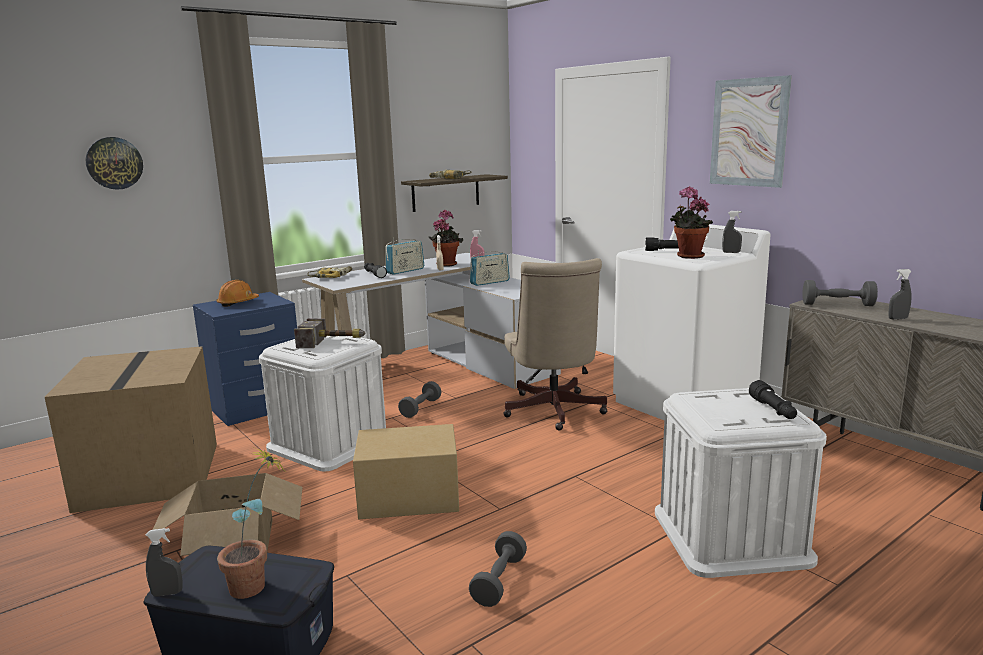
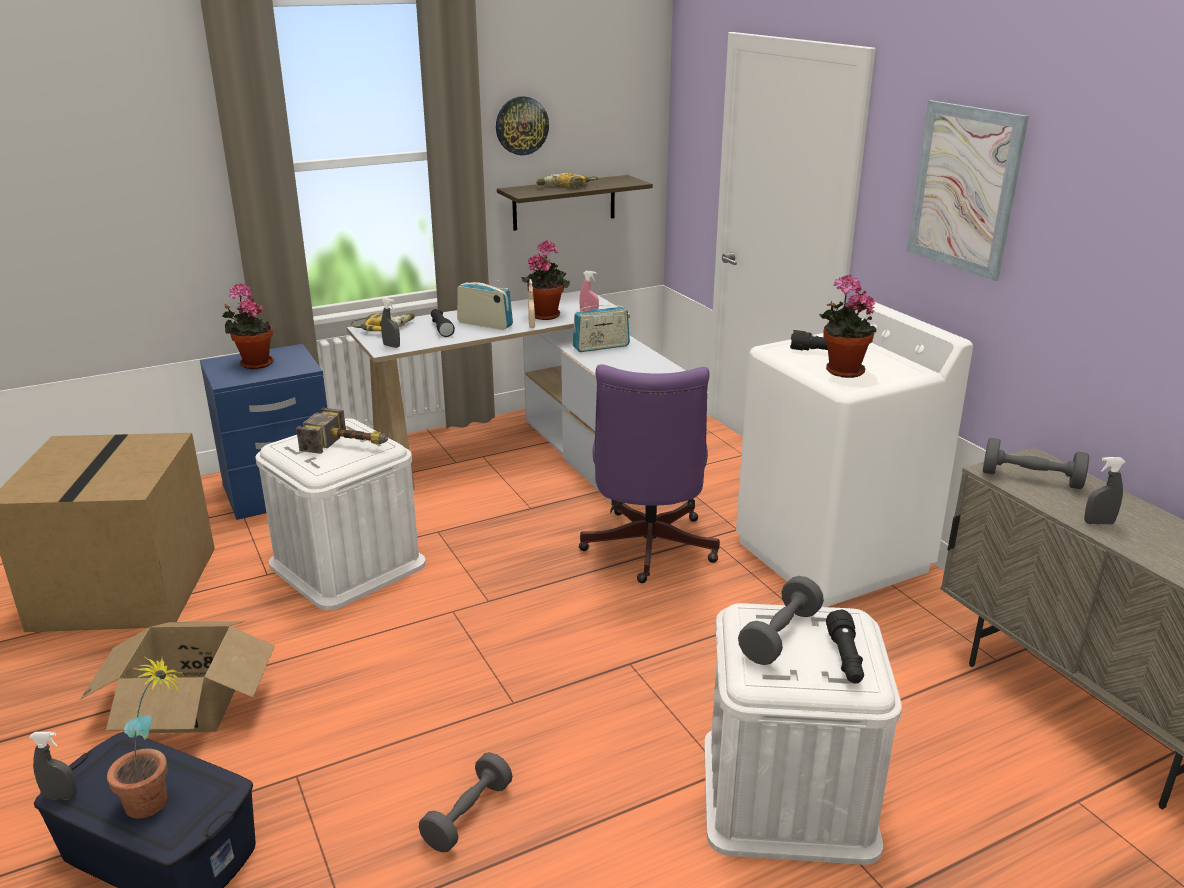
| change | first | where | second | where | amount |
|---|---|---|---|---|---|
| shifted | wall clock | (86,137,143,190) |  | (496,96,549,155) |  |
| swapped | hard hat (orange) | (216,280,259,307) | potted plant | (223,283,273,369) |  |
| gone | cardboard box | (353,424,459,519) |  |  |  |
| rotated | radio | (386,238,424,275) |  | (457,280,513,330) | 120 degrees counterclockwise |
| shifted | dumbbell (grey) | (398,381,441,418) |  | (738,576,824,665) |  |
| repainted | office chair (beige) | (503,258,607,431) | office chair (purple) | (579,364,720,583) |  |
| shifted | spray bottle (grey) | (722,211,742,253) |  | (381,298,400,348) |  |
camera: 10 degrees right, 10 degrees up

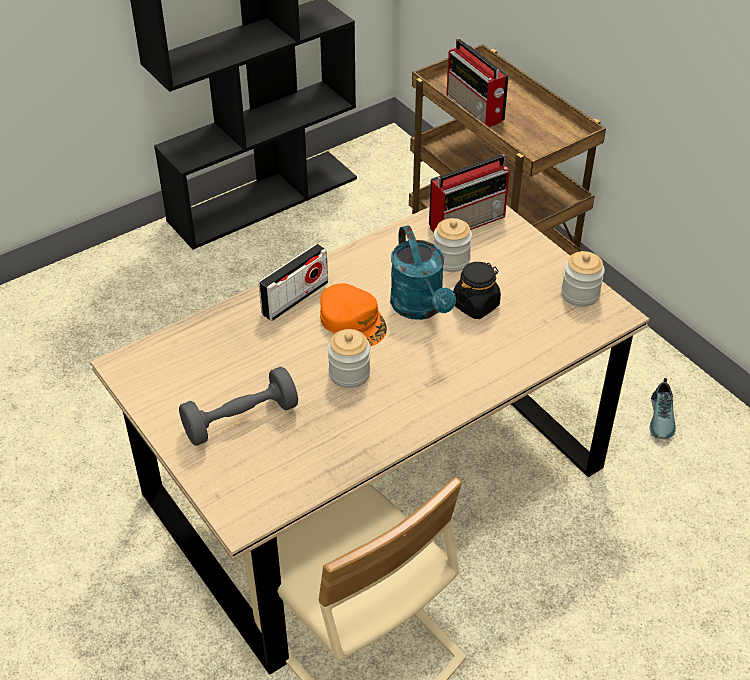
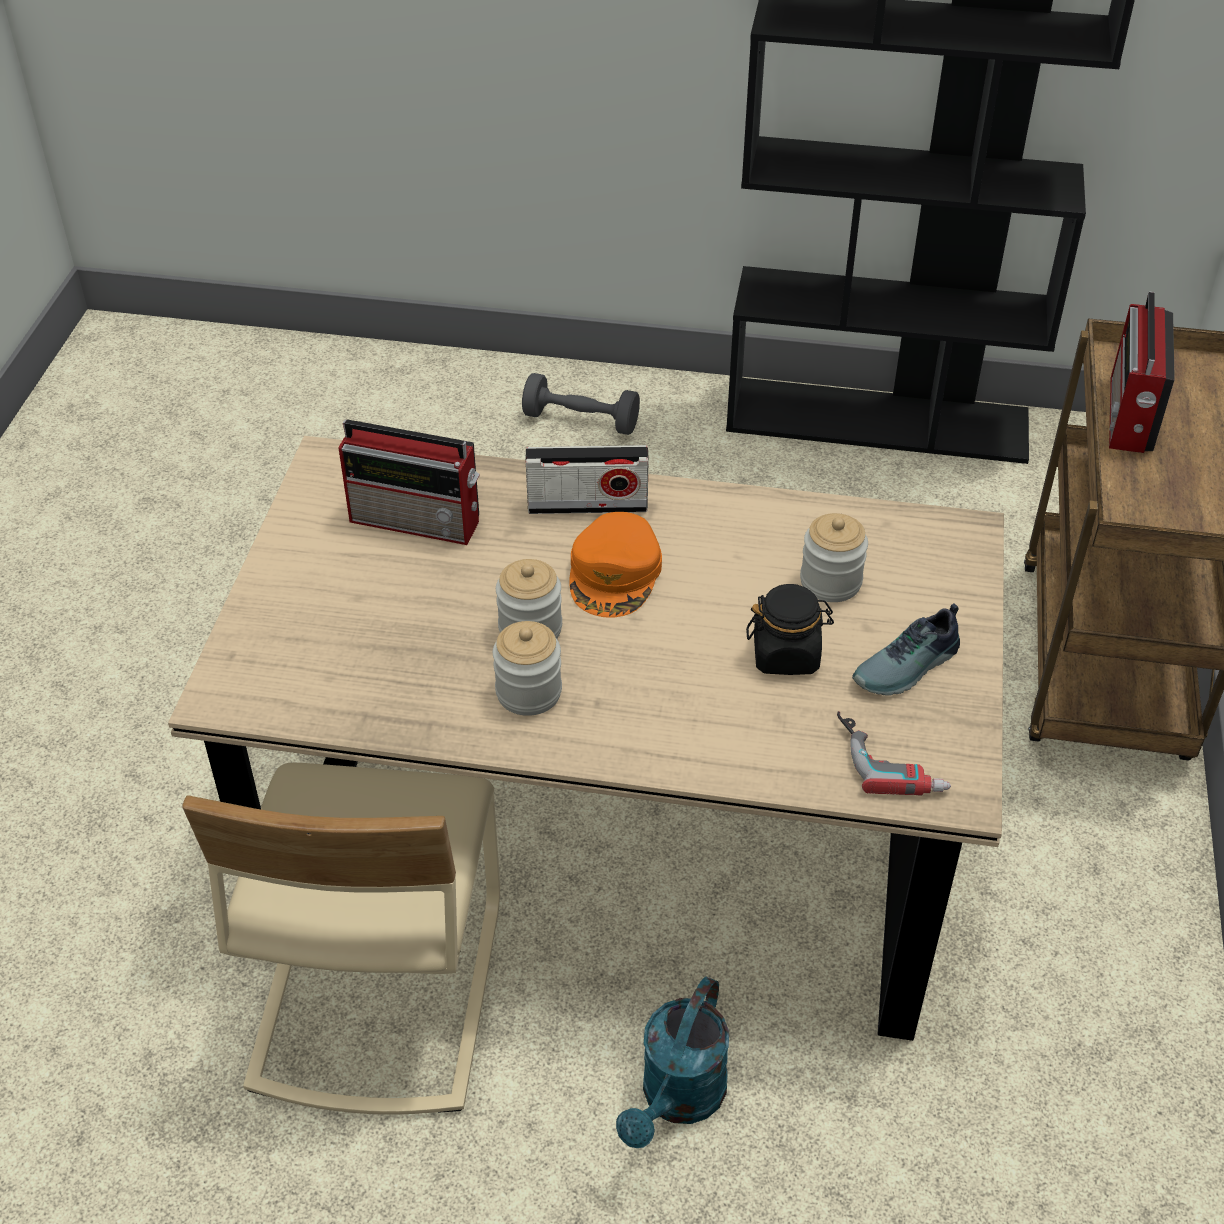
| change | first | where | second | where | amount |
|---|---|---|---|---|---|
| shifted | dumbbell (grey) | (179,366,298,446) |  | (522,373,640,435) |  |
| shifted | watering can (turquoise) | (390,226,456,320) |  | (616,976,729,1148) |  |
| shifted | radio | (429,154,510,233) |  | (339,419,480,545) |  |
| shifted | jar | (561,251,605,307) |  | (493,621,562,716) |  |
| shifted | shoe | (649,378,676,439) |  | (852,603,960,696) |  |
| new |  |  | power drill | (837,711,951,795) |  |
camera: 45 degrees right, 0 degrees up

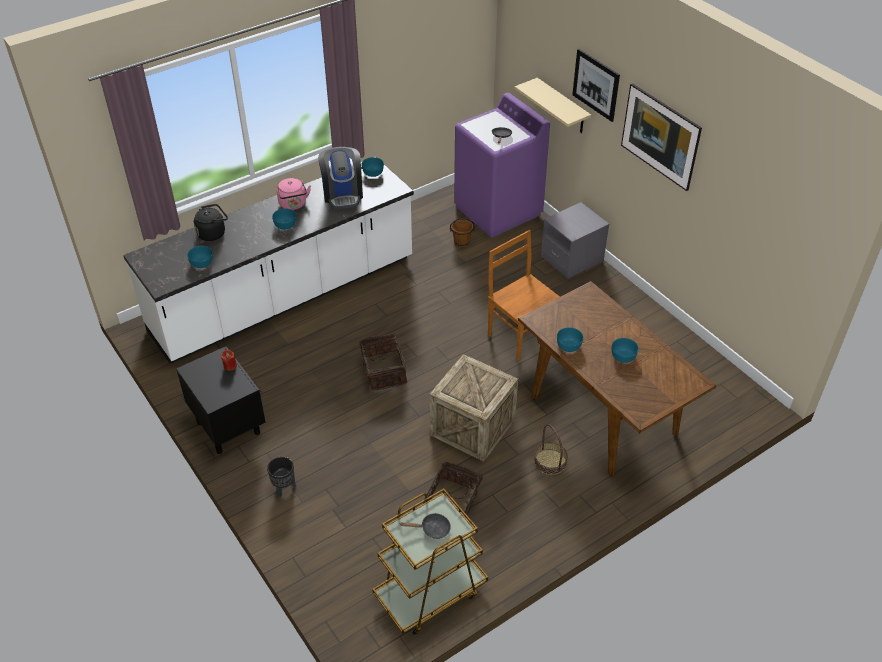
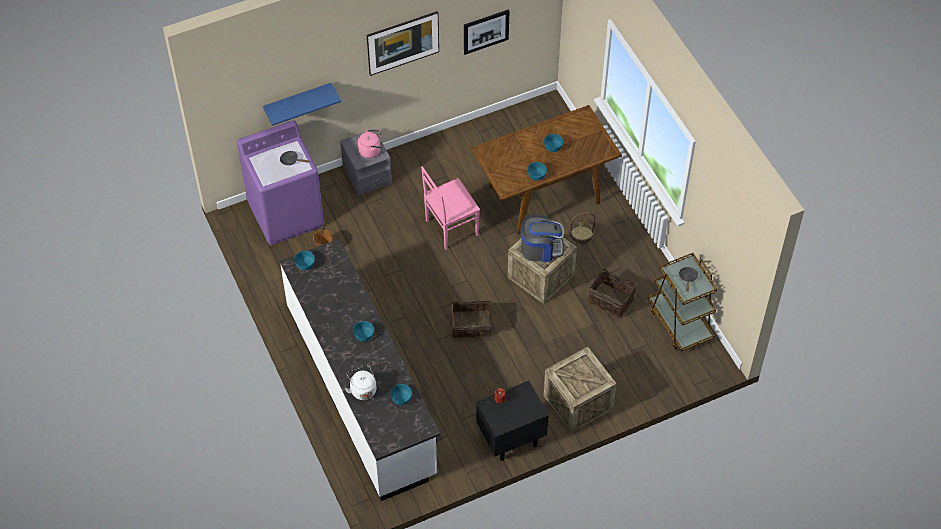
| change | first | where | second | where | amount |
|---|---|---|---|---|---|
| repainted | kettle (black) | (194,204,228,241) | kettle (white) | (345,365,377,400) |  |
| swapped | planter (black) | (267,457,296,497) | crate | (543,347,617,433) |  |
| shifted | kettle (pink) | (277,178,311,210) |  | (357,130,382,158) |  |
| shifted | coffee machine | (318,147,363,209) |  | (520,215,564,262) |  |
| repainted | chair (brown) | (488,230,560,361) | chair (pink) | (421,166,480,250) |  |
| repainted | shelf (beige) | (514,78,591,133) | shelf (blue) | (263,83,341,126) |  |
| shifted | picture | (572,49,620,122) |  | (464,9,509,55) |  |
camera: 80 degrees left, 10 degrees up

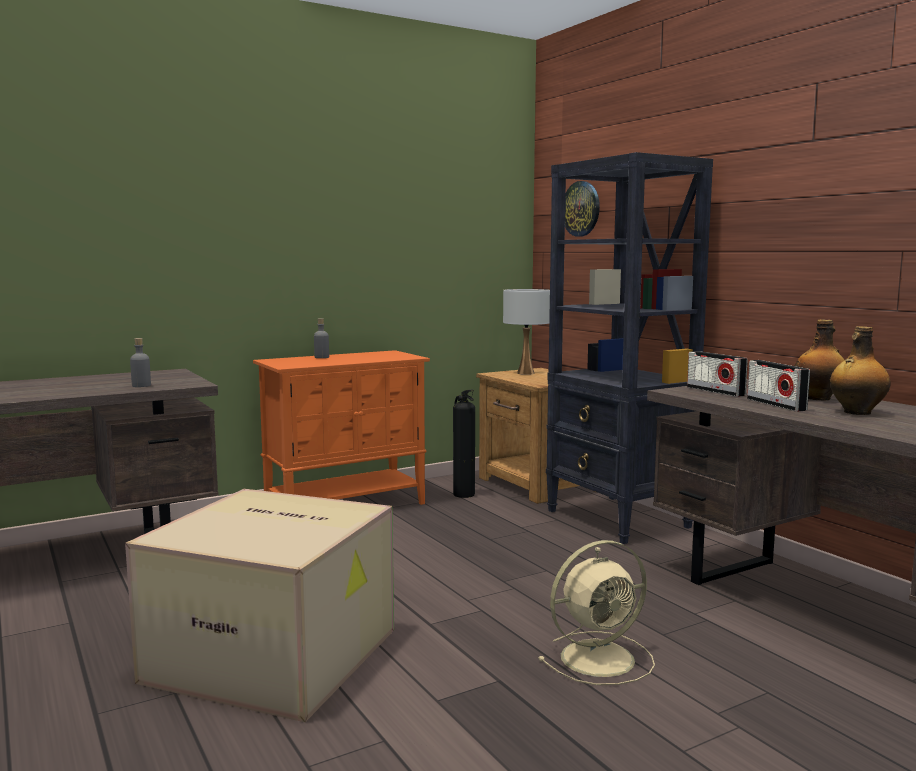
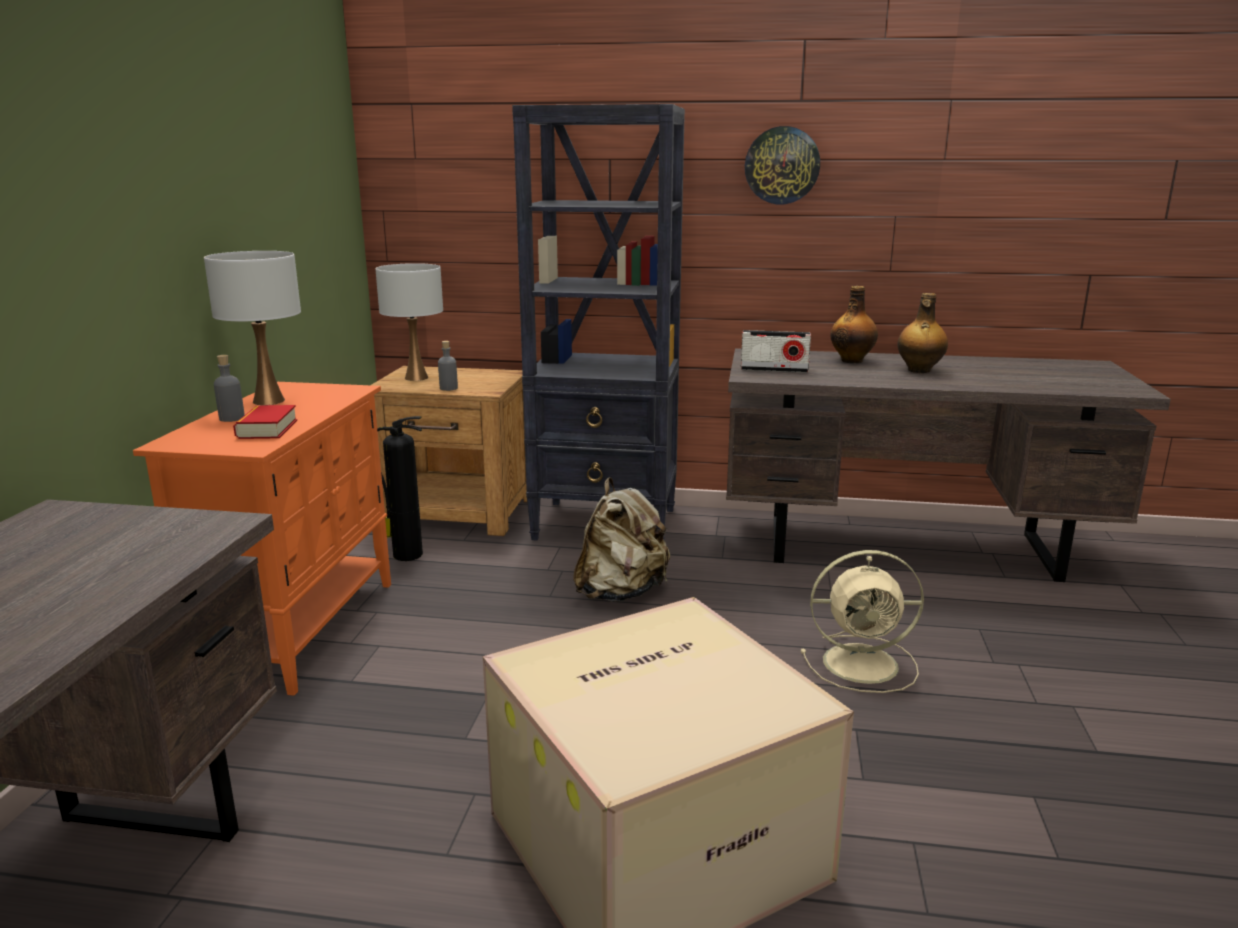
| change | first | where | second | where | amount |
|---|---|---|---|---|---|
| shifted | bottle (grey) | (130,338,151,387) |  | (438,341,458,391) |  |
| rotated | fan (beige) | (538,540,655,685) |  | (801,550,924,693) | 75 degrees clockwise |
| shifted | wall clock | (565,181,600,237) |  | (745,126,820,204) |  |
| gone | radio | (747,360,810,411) |  |  |  |
| new |  |  | table lamp (white) | (204,251,301,405) |  |
| new |  |  | book | (233,405,297,439) |  |
| new |  |  | backpack (beige) | (573,477,670,601) |  |
camera: 50 degrees left, 10 degrees up

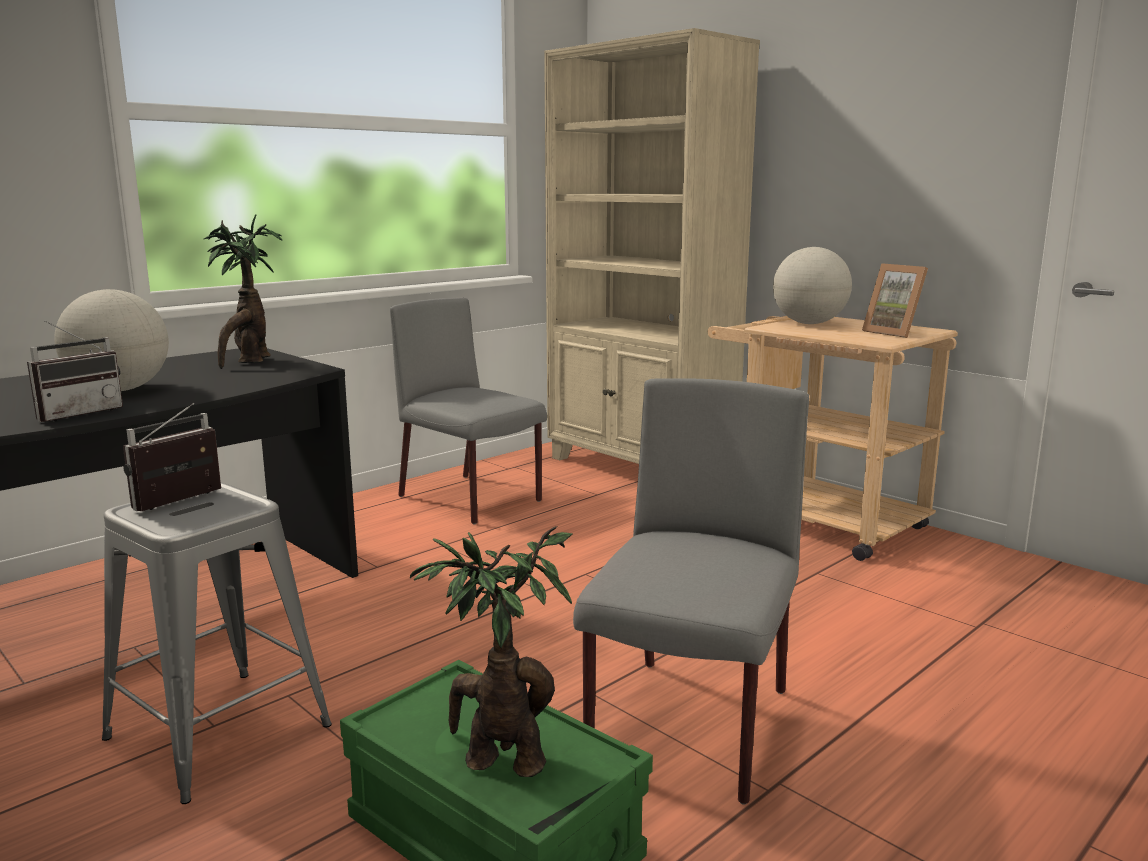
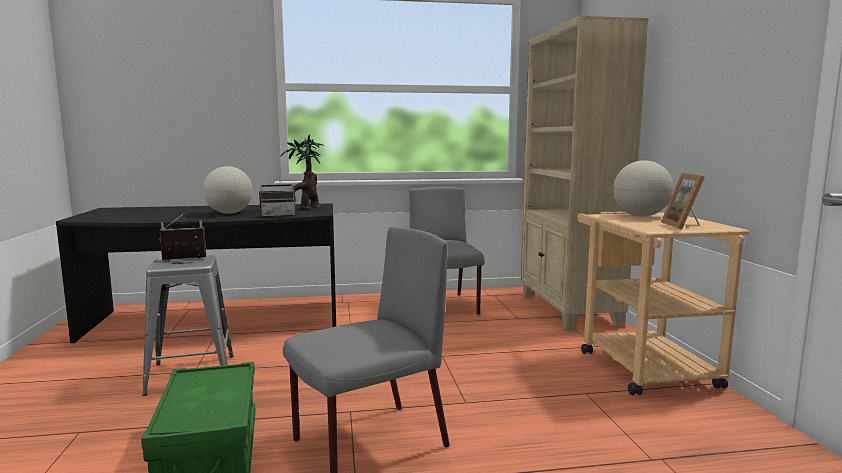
| change | first | where | second | where | amount |
|---|---|---|---|---|---|
| shifted | radio | (27,321,123,422) |  | (259,175,296,217) |  |
| gone | potted plant | (410,526,573,777) |  |  |  |
camera: 35 degrees right, 5 degrees down

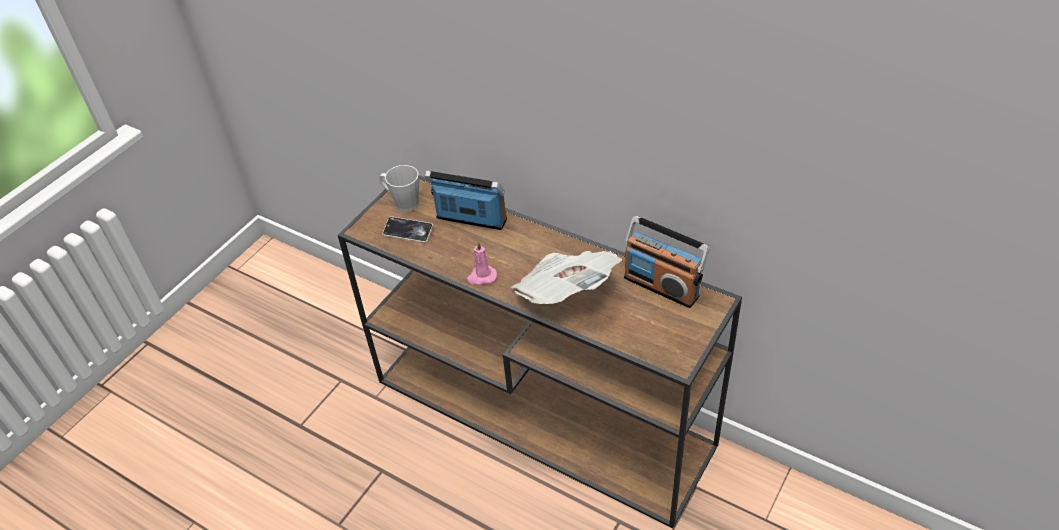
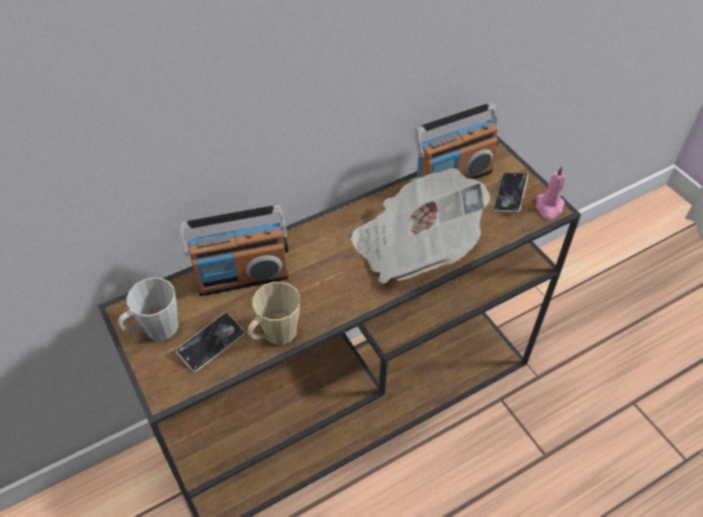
| change | first | where | second | where | amount |
|---|---|---|---|---|---|
| rotated | radio | (424,170,507,230) |  | (179,205,289,296) | 150 degrees counterclockwise |
| shifted | candle (pink) | (466,241,497,285) |  | (536,166,565,220) |  |
| new |  |  | mug (beige) | (248,282,300,345) |  |
| new |  |  | phone | (493,173,528,213) |  |
camera: 65 degrees left, 5 degrees up

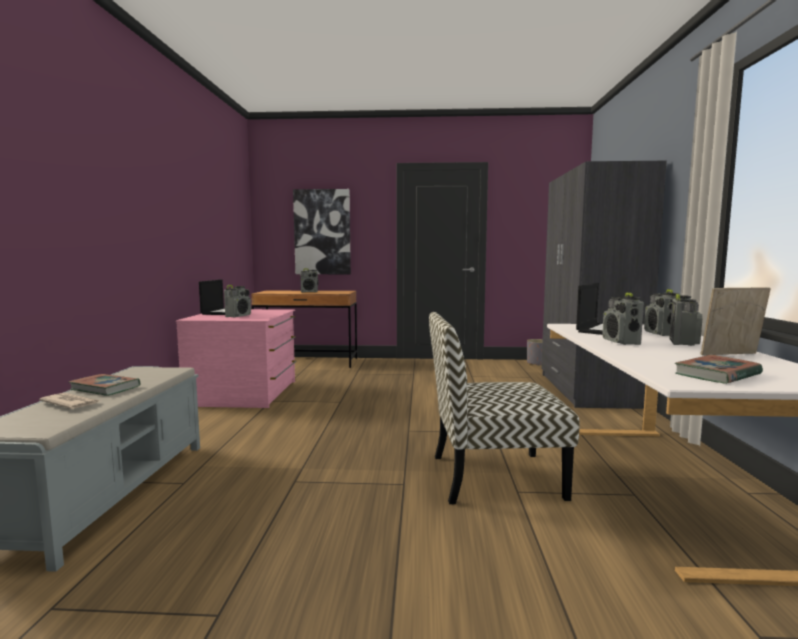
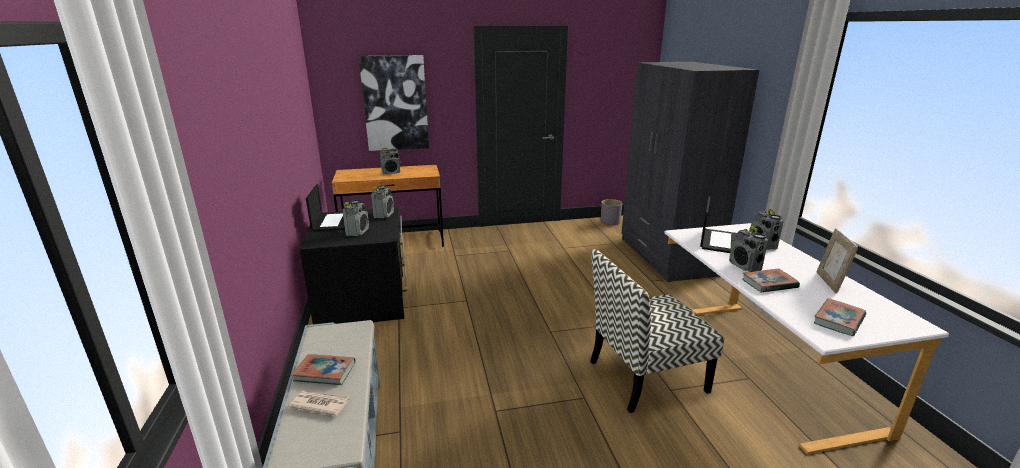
| change | first | where | second | where | amount |
|---|---|---|---|---|---|
| repainted | dresser (pink) | (176,309,297,408) | dresser (black) | (299,207,407,324) |  |
| shifted | radio | (669,294,702,346) |  | (371,185,394,218) |  |
| rotated | picture frame | (701,287,771,355) |  | (817,228,858,294) | 60 degrees counterclockwise |
| new |  |  | book | (742,268,800,292) |  |
camera: 15 degrees left, 15 degrees up

